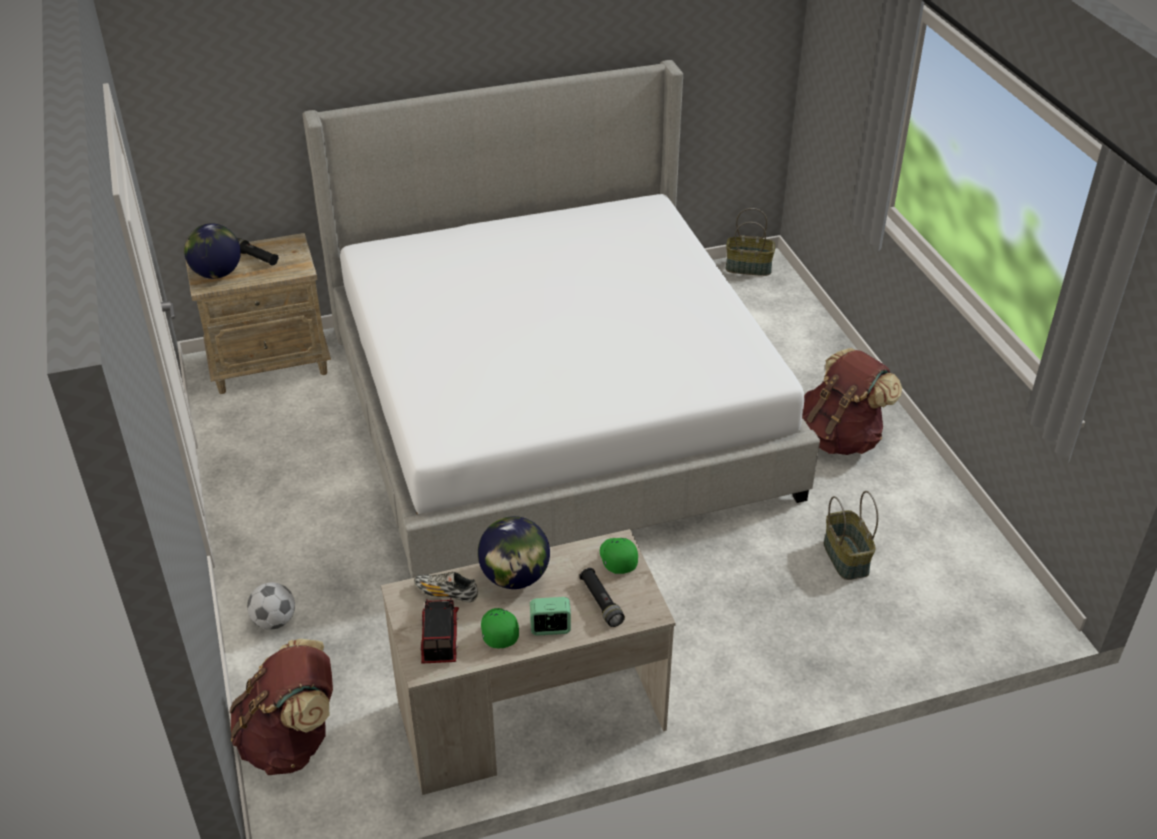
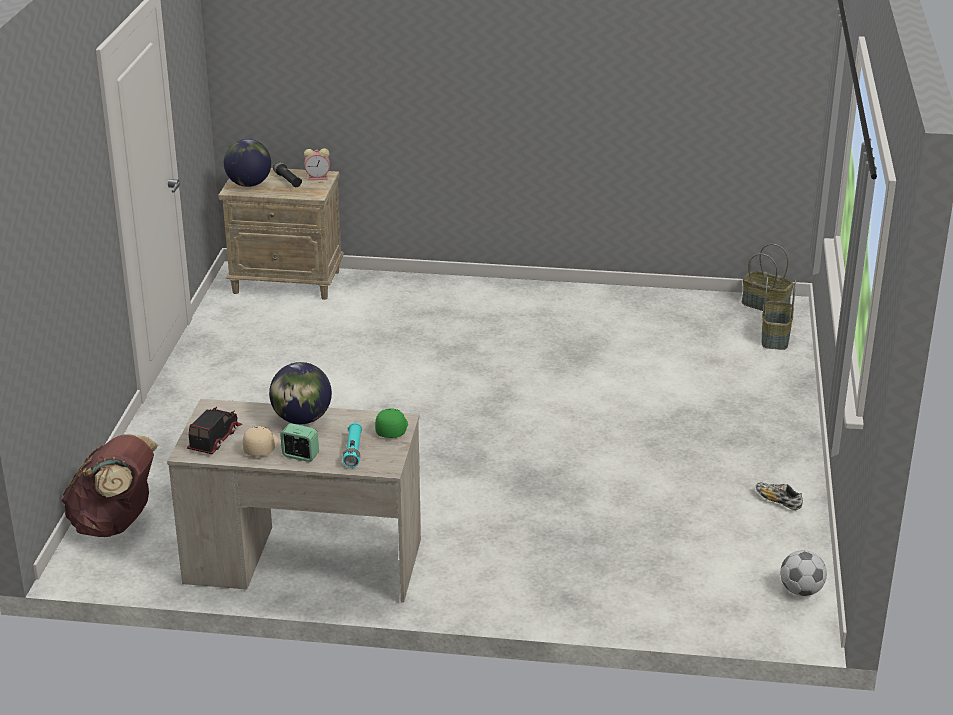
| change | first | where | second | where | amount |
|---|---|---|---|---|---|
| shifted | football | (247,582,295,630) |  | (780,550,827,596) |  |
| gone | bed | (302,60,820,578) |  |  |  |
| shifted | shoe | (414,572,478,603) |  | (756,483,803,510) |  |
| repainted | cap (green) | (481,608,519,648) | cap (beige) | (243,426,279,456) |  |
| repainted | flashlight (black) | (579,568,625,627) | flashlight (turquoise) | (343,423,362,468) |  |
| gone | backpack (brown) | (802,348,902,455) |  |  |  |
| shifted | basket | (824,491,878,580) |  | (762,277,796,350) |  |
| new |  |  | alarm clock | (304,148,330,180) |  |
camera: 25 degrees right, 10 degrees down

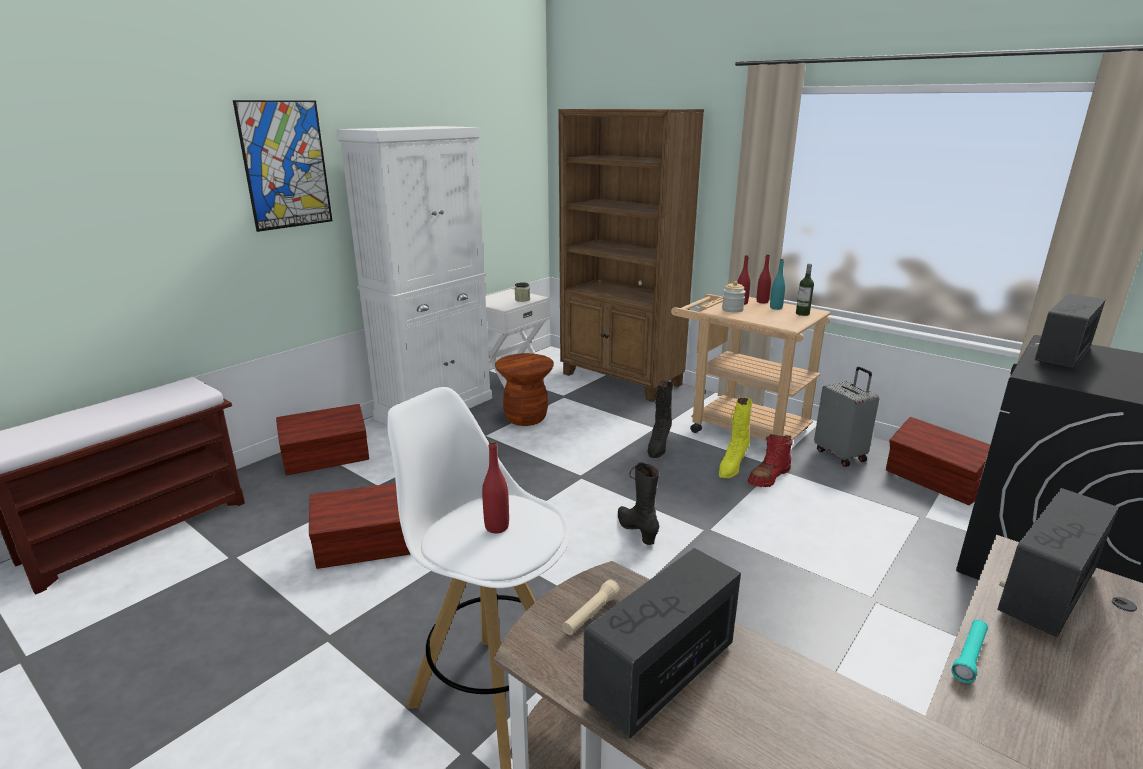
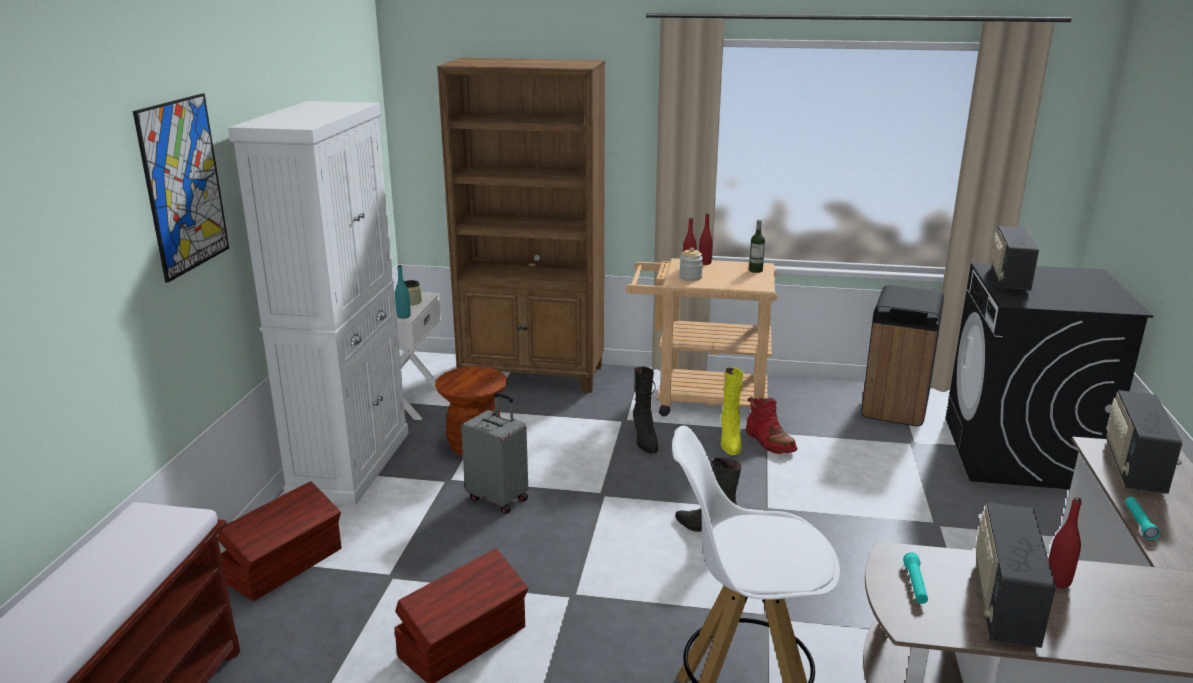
| change | first | where | second | where | amount |
|---|---|---|---|---|---|
| shifted | bottle (red) | (482,440,509,533) |  | (1049,497,1081,588) |  |
| repainted | flashlight (beige) | (562,579,621,635) | flashlight (turquoise) | (903,553,928,604) |  |
| rotated | boot (red) | (748,434,793,487) |  | (746,397,797,454) | 45 degrees counterclockwise |
| shifted | bottle (turquoise) | (770,259,785,310) |  | (395,265,411,319) |  |
| shifted | suitcase (grey) | (814,367,879,467) |  | (461,392,528,514) |  |
| swapped | storage box (brown) | (886,417,990,505) | trash can (black) | (862,285,944,426) |  |
camera: 30 degrees left, 0 degrees up

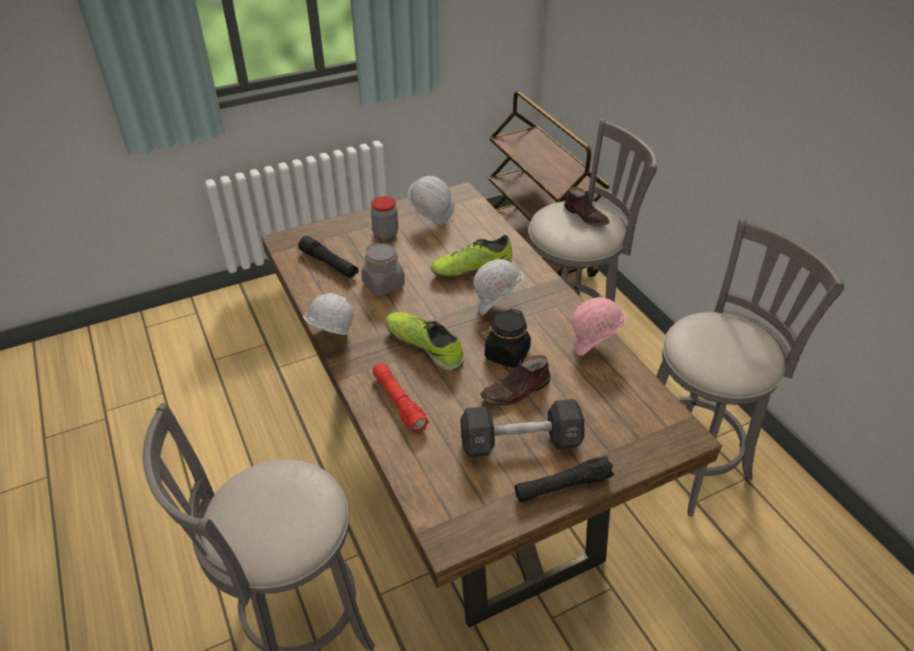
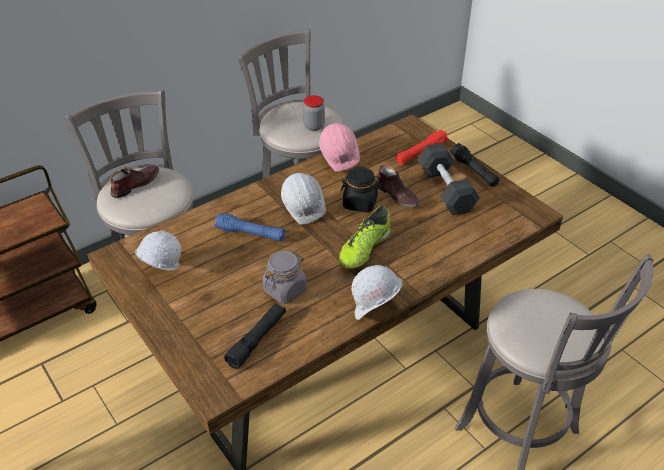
| change | first | where | second | where | amount |
|---|---|---|---|---|---|
| shifted | jar | (371,196,398,239) |  | (303,95,325,131) |  |
| shifted | flashlight (red) | (372,363,429,434) |  | (396,130,448,165) |  |
| swapped | shoe | (431,235,512,278) | flashlight (blue) | (214,213,285,242) |  |
camera: 100 degrees left, 0 degrees up

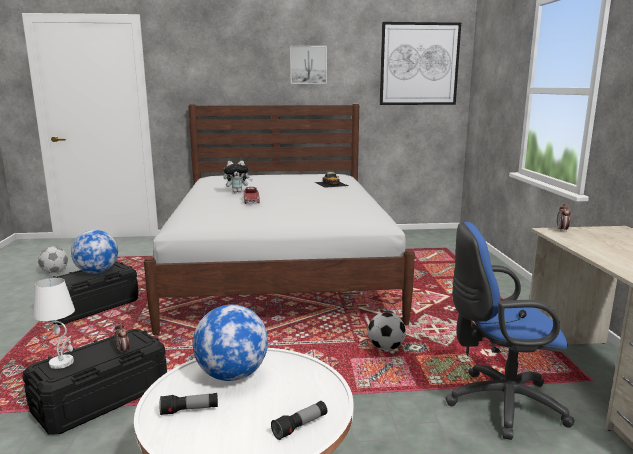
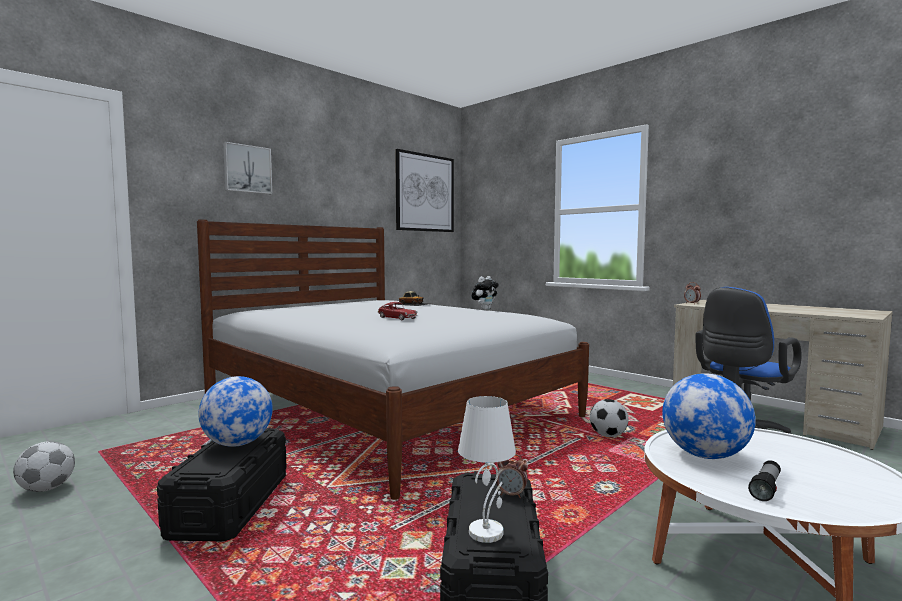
| change | first | where | second | where | amount |
|---|---|---|---|---|---|
| shifted | plush toy | (223,161,253,193) |  | (472,276,499,310) |  |
| gone | flashlight | (271,401,327,440) |  |  |  |
| shifted | picture | (290,46,327,84) |  | (223,142,272,194) |  |
camera: 40 degrees left, 10 degrees down

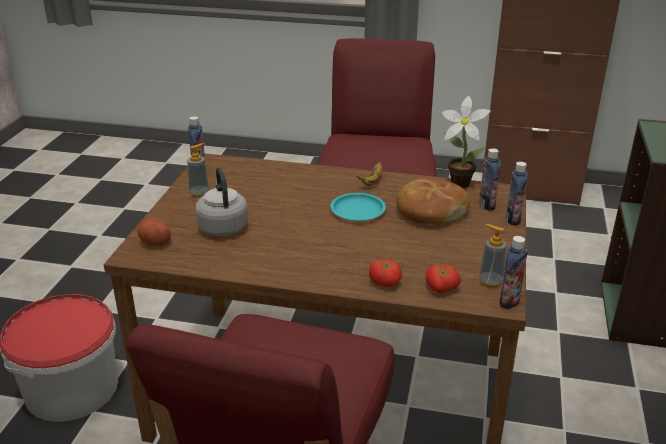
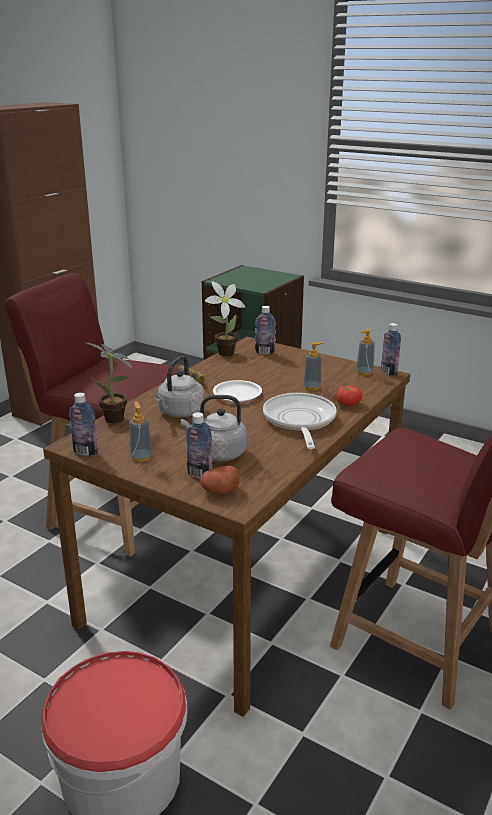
| change | first | where | second | where | amount |
|---|---|---|---|---|---|
| repainted | plate (turquoise) | (330,193,386,221) | plate (white) | (213,380,262,402) |  |
| gone | bread | (396,178,470,224) |  |  |  |
| gone | tomato | (426,265,461,293) |  |  |  |
| shifted | bottle | (506,162,528,226) |  | (186,412,213,479) |  |
| new |  |  | potted plant | (87,343,132,423) |  |
| new |  |  | kettle (grey) | (155,356,204,417) |  |
| new |  |  | frying pan | (263,393,337,449) |  |
| new |  |  | soap dispenser | (303,342,324,391) |  |
camera: 70 degrees left, 5 degrees down

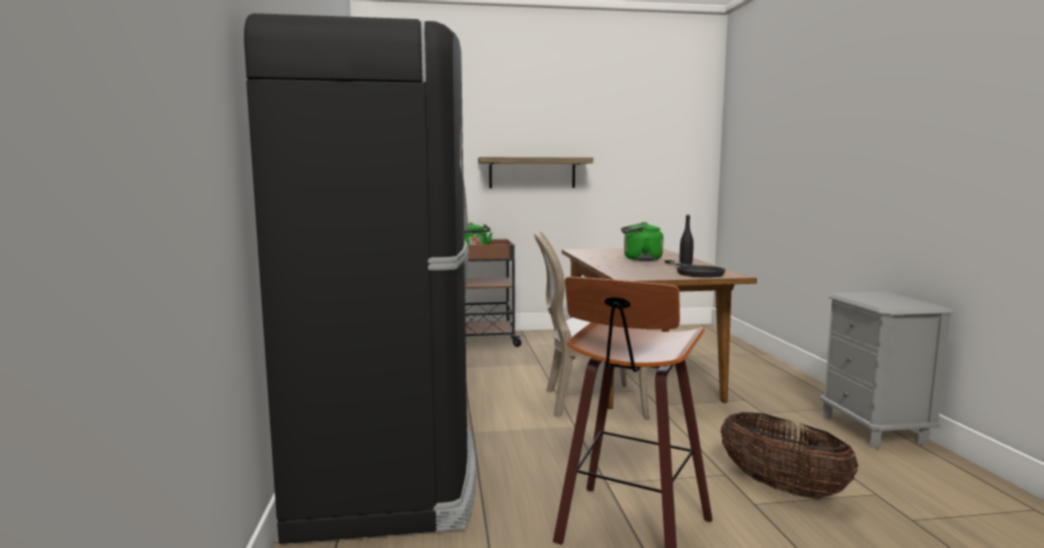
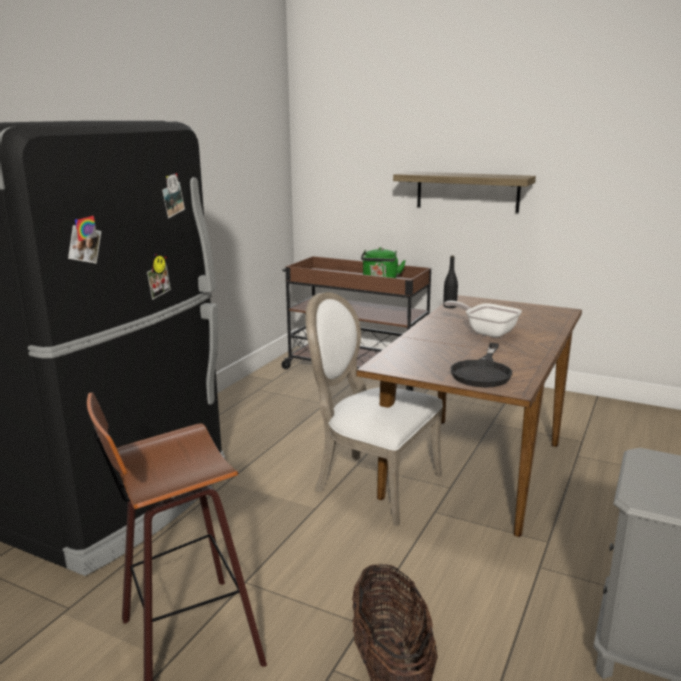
| change | first | where | second | where | amount |
|---|---|---|---|---|---|
| swapped | kettle (green) | (621,222,664,261) | frying pan | (444,301,522,337) |  |
| shifted | bottle (black) | (680,215,694,265) |  | (443,255,458,308) |  |
camera: 35 degrees right, 10 degrees up

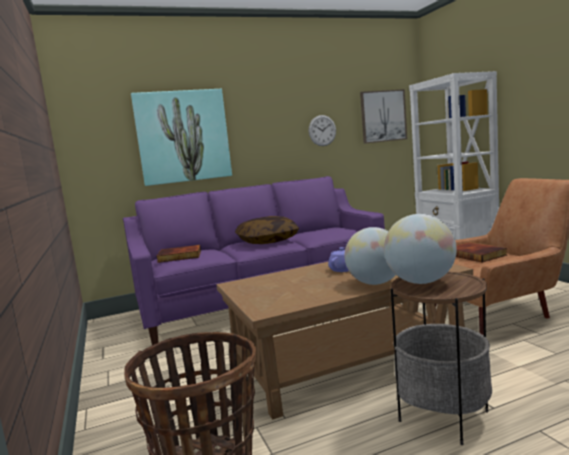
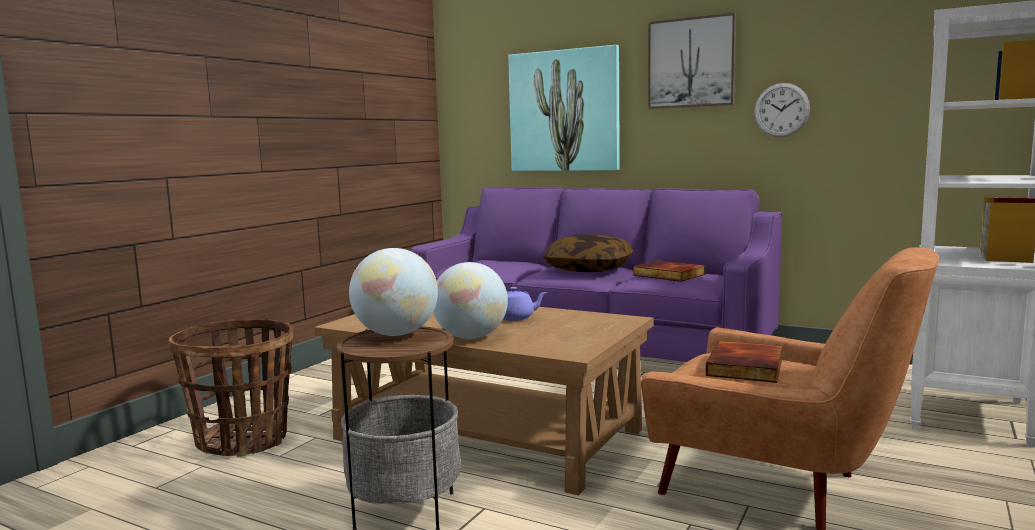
| change | first | where | second | where | amount |
|---|---|---|---|---|---|
| shifted | book | (156,245,201,263) |  | (633,260,706,282) |  |
| shifted | picture | (360,89,407,144) |  | (648,13,736,109) |  |
camera: 50 degrees right, 0 degrees up

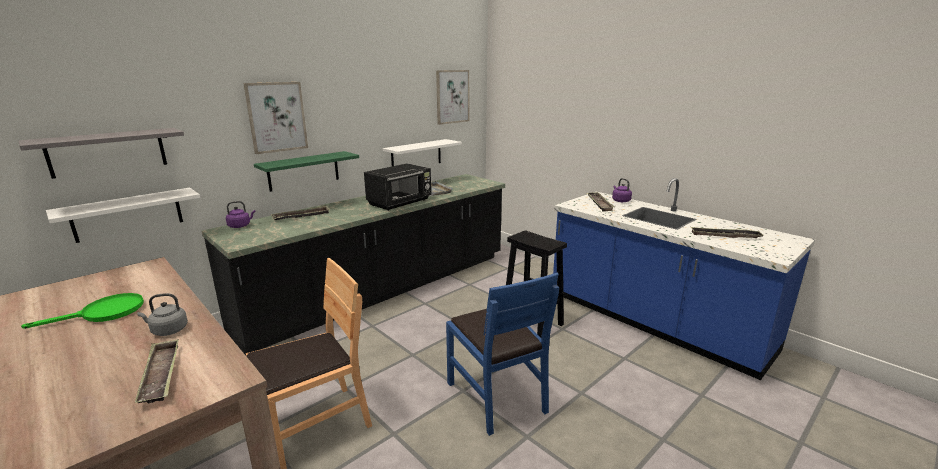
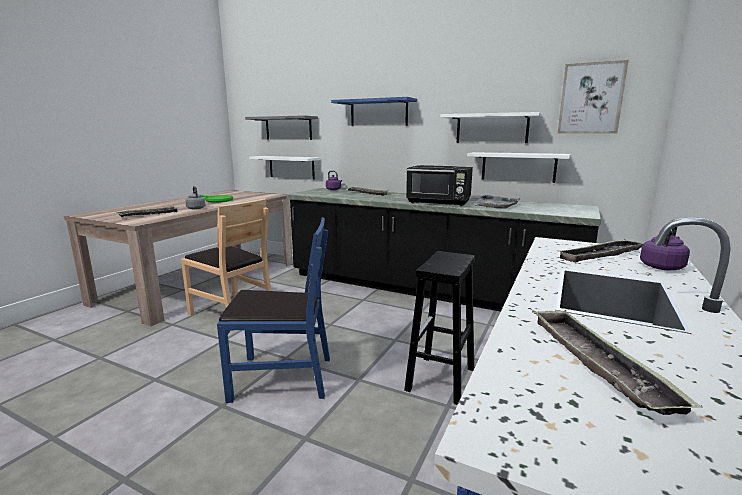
| change | first | where | second | where | amount |
|---|---|---|---|---|---|
| swapped | picture | (243,82,308,154) | shelf (blue) | (331,97,417,126) |  |
| gone | shelf (green) | (254,151,359,192) |  |  |  |
| rotated | chair (blue) | (446,273,559,436) |  | (217,217,330,403) | 135 degrees counterclockwise |
| new |  |  | shelf (white) | (440,112,542,143) |  |
camera: 70 degrees right, 5 degrees down

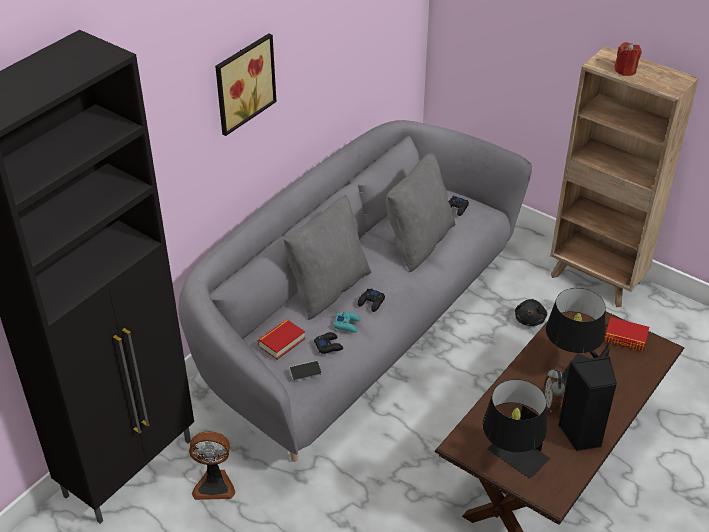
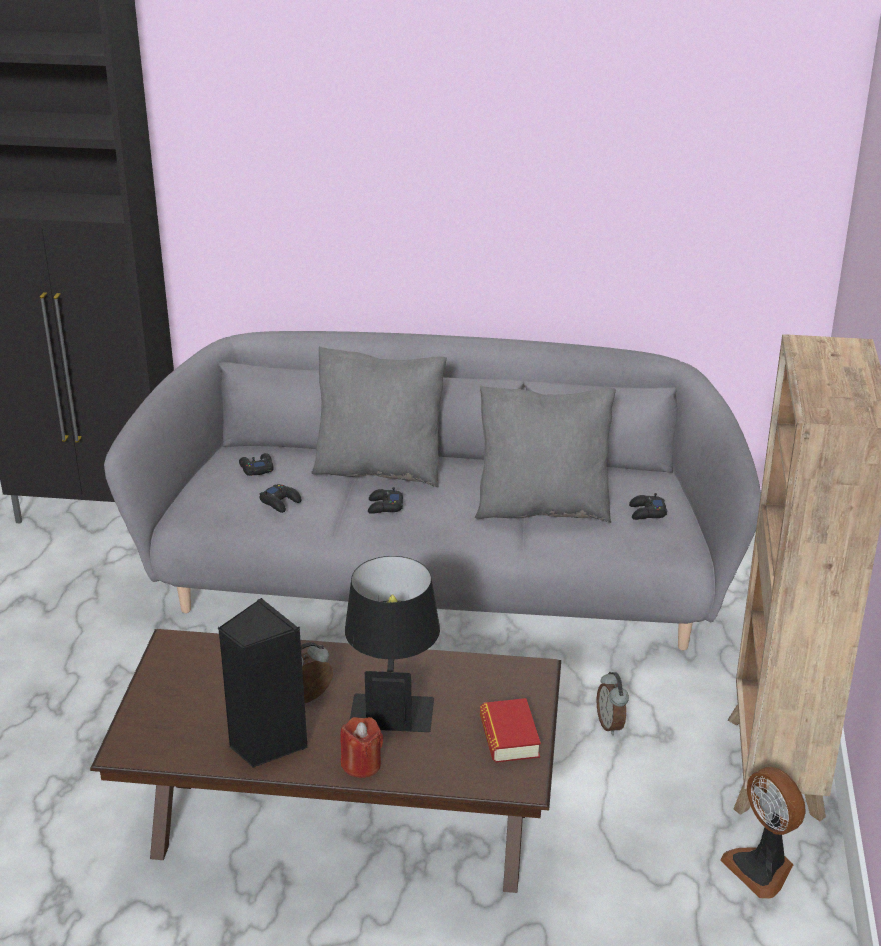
| change | first | where | second | where | amount |
|---|---|---|---|---|---|
| shifted | fan | (189,431,235,500) |  | (720,767,806,899) |  |
| gone | picture | (215,33,277,136) |  |  |  |
| swapped | book | (258,319,305,360) | game controller (black) | (239,453,274,476) |  |
| gone | phone | (289,361,322,381) |  |  |  |
| gone | game controller (turquoise) | (334,312,361,333) |  |  |  |
| gone | table lamp (black) | (483,379,550,479) |  |  |  |
| swapped | plush toy (black) | (515,299,547,326) | alarm clock | (597,672,629,736) |  |
| shifted | candle (red) | (614,42,642,76) |  | (340,717,383,778) |  |
camera: 60 degrees right, 10 degrees down

